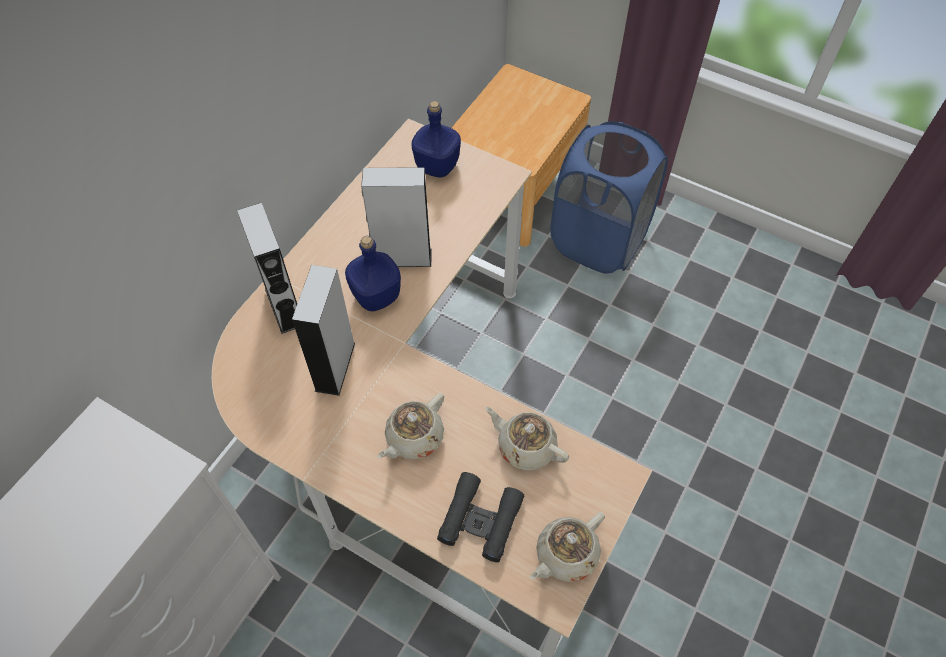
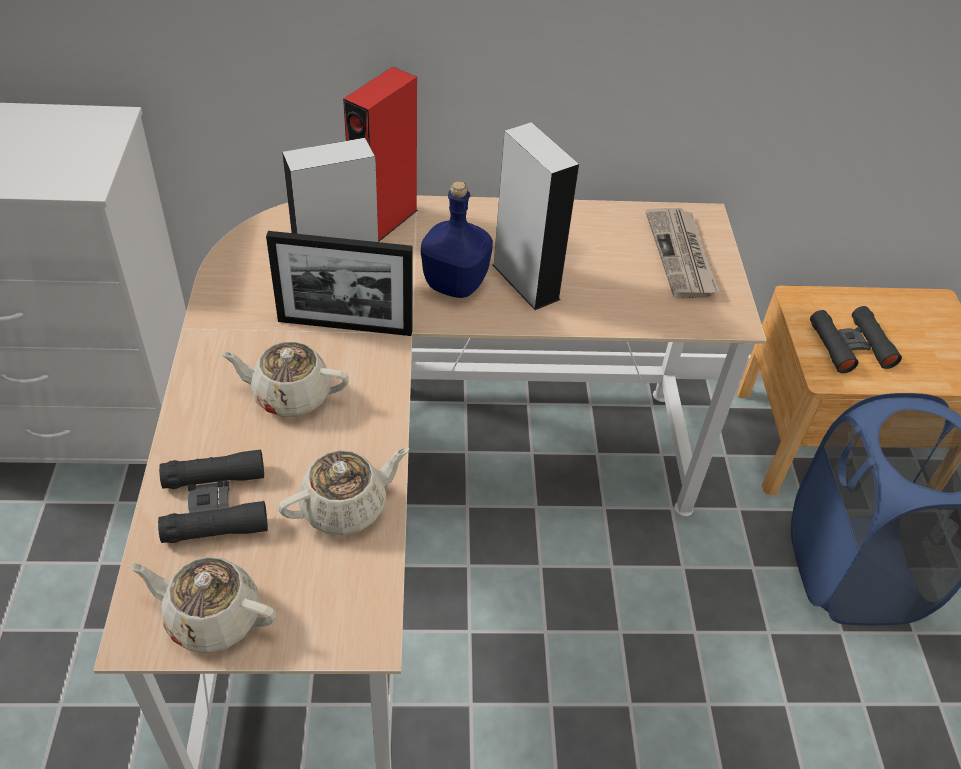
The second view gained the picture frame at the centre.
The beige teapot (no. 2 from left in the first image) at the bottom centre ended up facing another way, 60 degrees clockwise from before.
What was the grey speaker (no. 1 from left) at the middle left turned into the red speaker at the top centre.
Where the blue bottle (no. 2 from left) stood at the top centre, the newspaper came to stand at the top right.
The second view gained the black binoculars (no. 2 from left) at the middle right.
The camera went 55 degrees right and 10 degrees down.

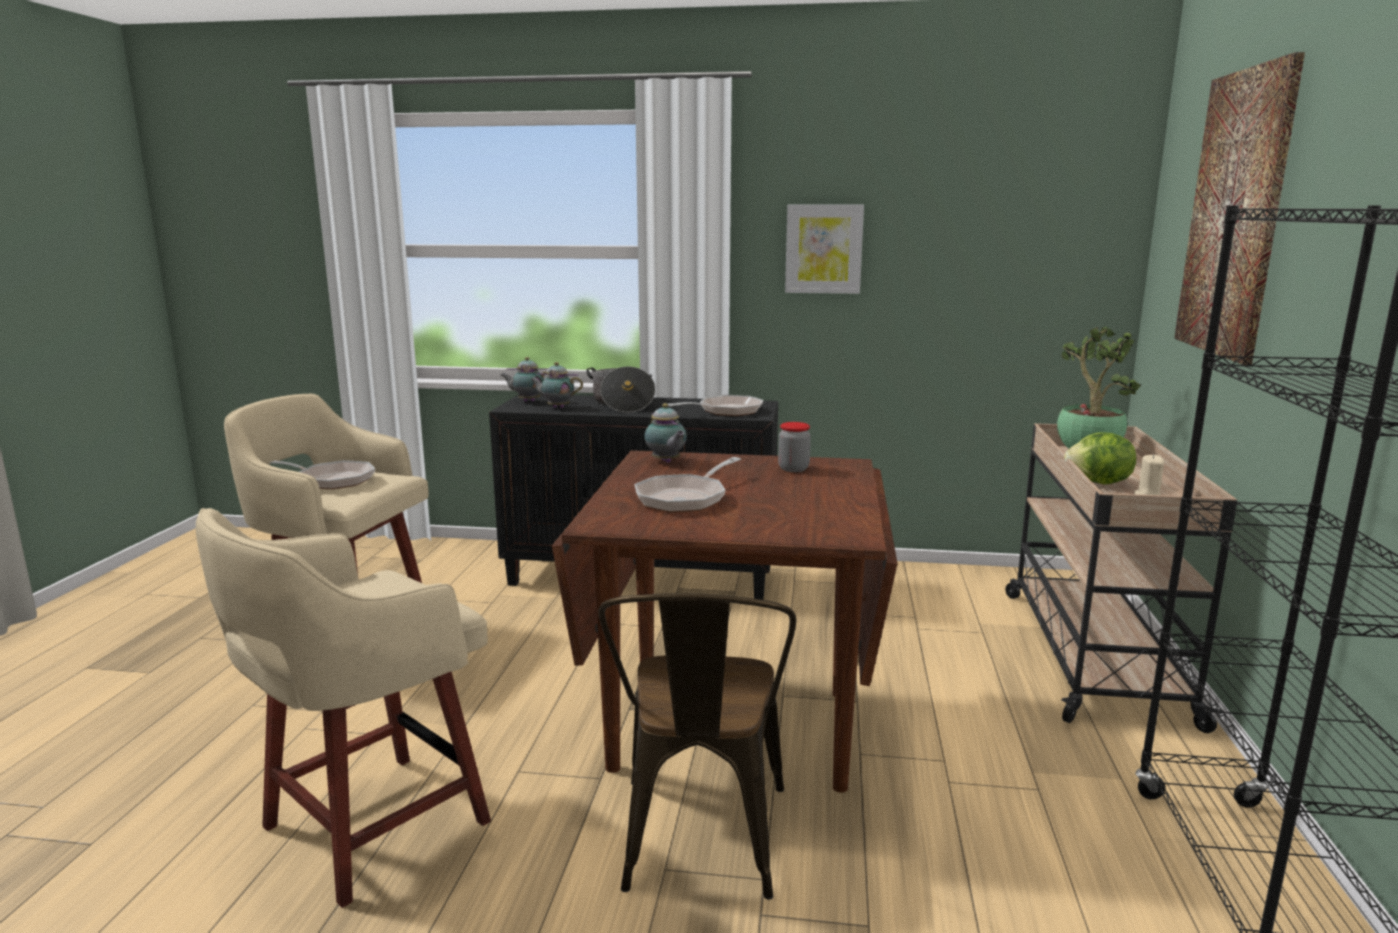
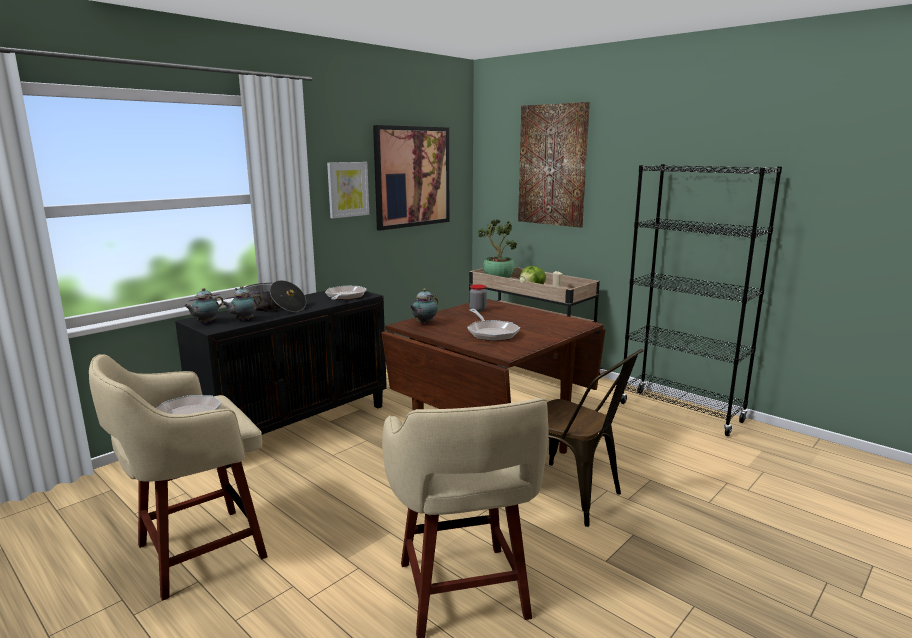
The second view gained the picture (no. 2 from left) at the top centre.
The teapot (no. 3 from left) at the centre ended up facing another way, 120 degrees clockwise from before.
The camera went 55 degrees left and 0 degrees up.

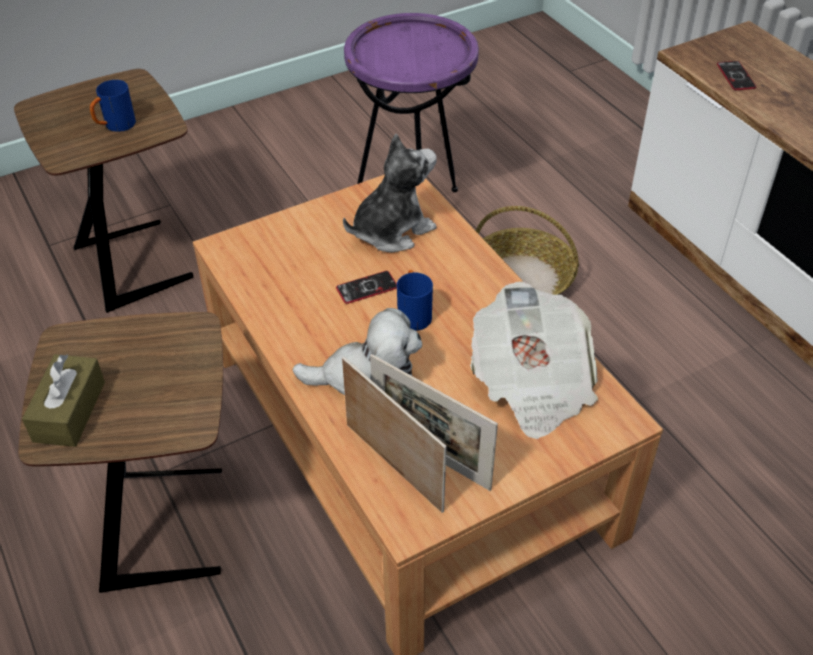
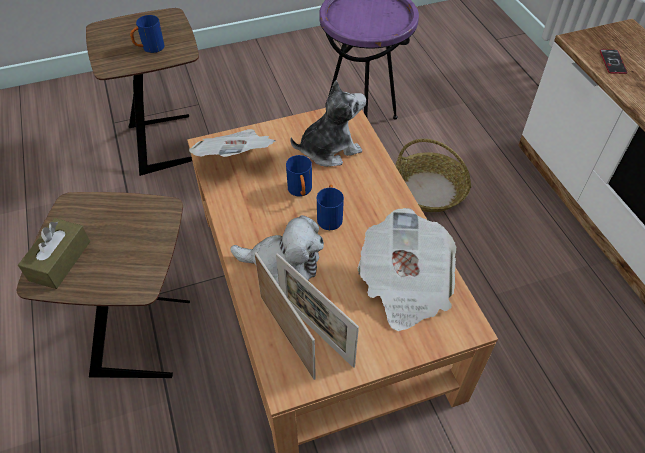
The second view gained the newspaper (no. 1 from left) at the top centre.
Where the phone (no. 1 from left) stood at the centre, the blue mug (no. 2 from left) came to stand at the centre.
The camera went 10 degrees right and 5 degrees up.

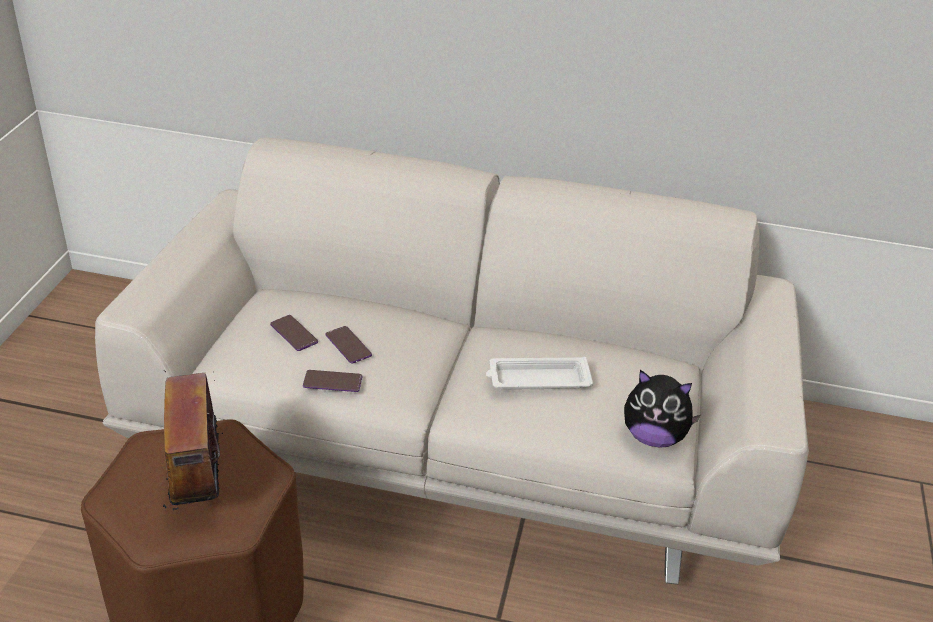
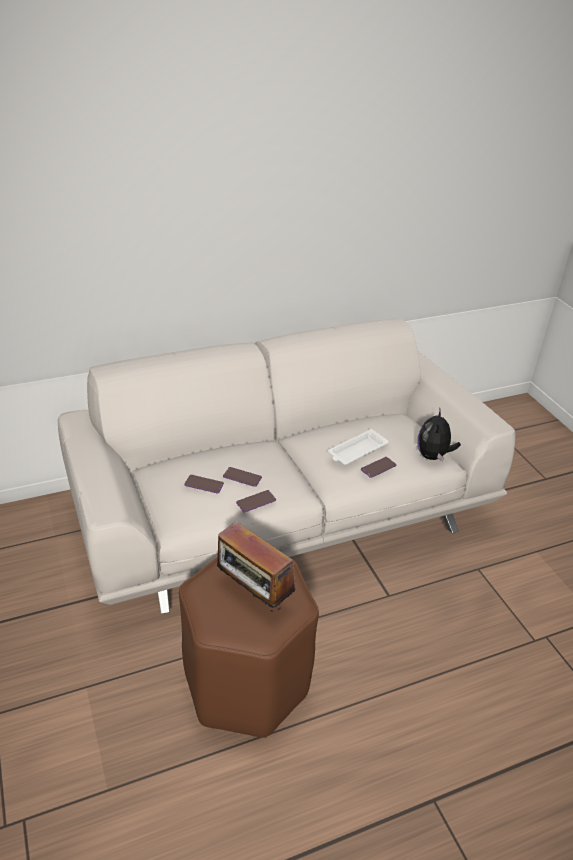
The second view gained the phone (no. 4 from left) at the centre.
The plush toy at the middle right ended up facing another way, 120 degrees clockwise from before.
The camera went 35 degrees left and 0 degrees up.

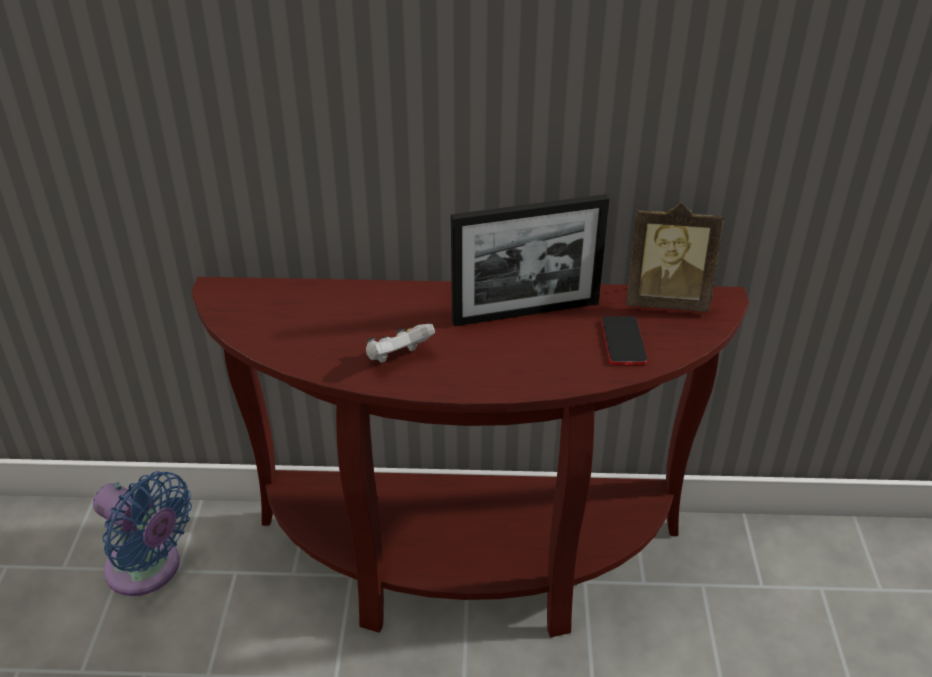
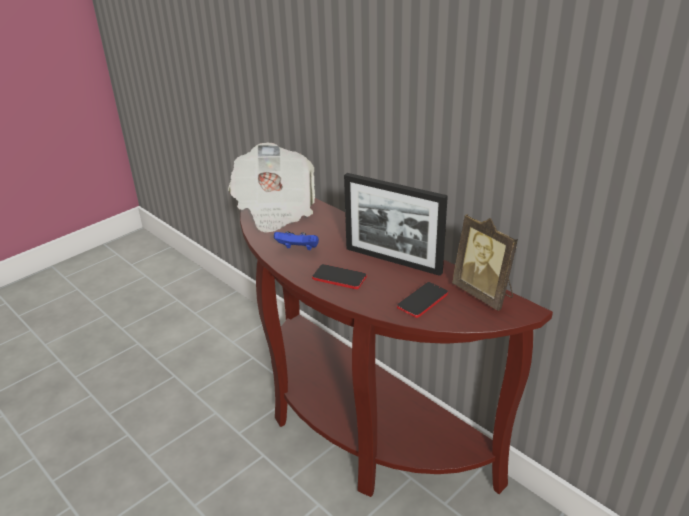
The second view gained the newspaper at the centre.
What was the white game controller at the centre turned into the blue game controller at the centre.
The second view gained the phone (no. 1 from left) at the centre.
The second view lost the blue fan at the bottom left.
The camera went 45 degrees right and 5 degrees down.

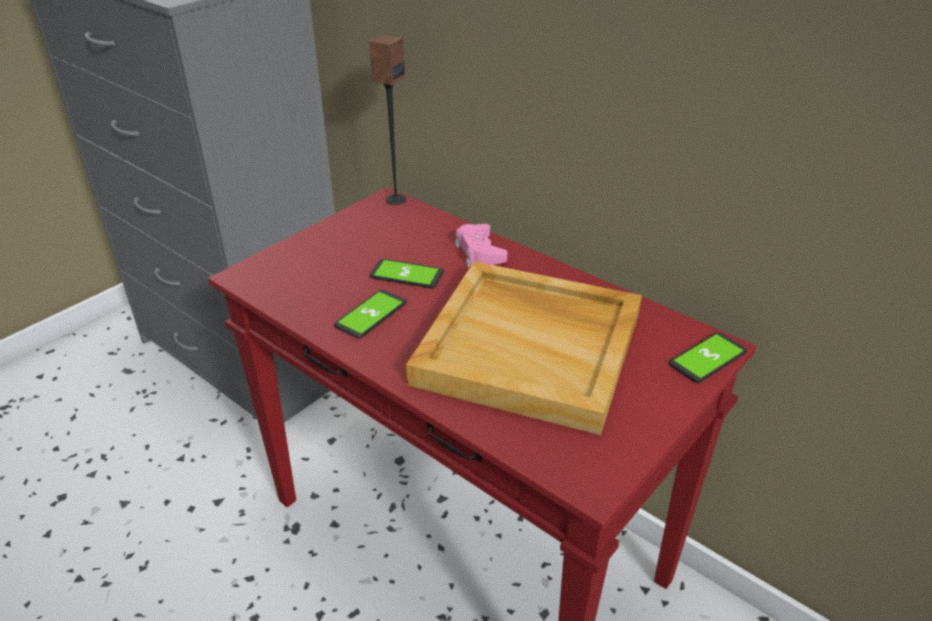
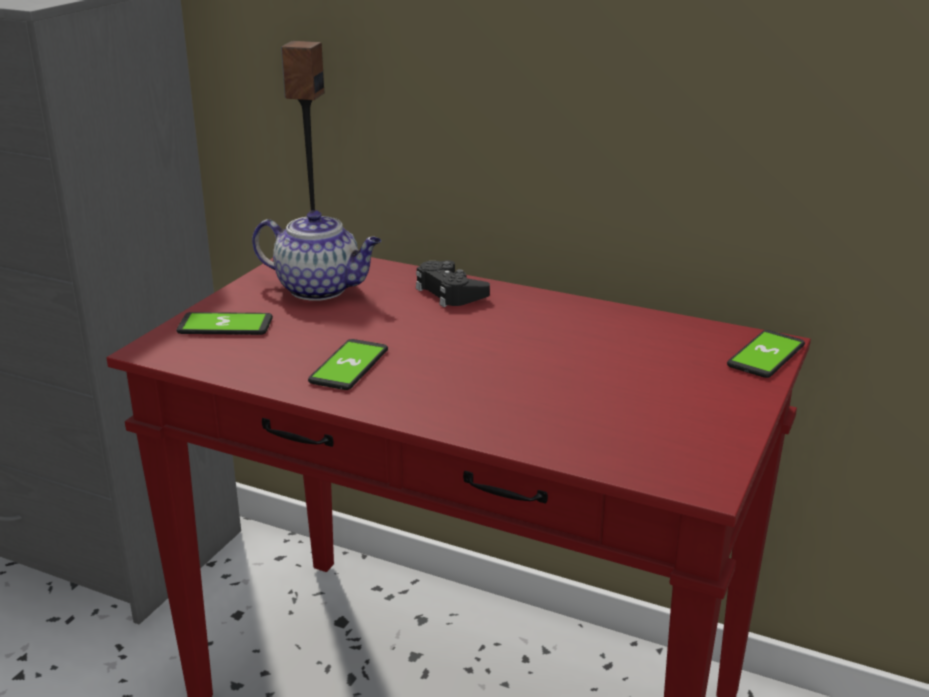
The phone (no. 2 from left in the first image) ended up elsewhere, having gone from the centre to the middle left.
The second view gained the teapot at the centre.
What was the pink game controller at the centre turned into the black game controller at the centre.
The second view lost the beige tray at the centre.
The camera went 15 degrees left and 10 degrees down.

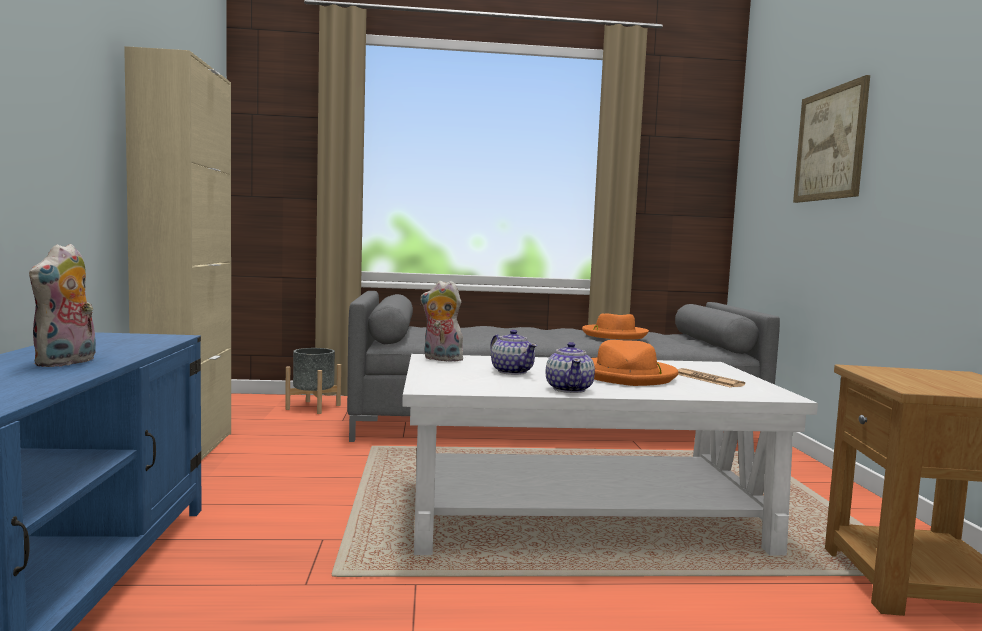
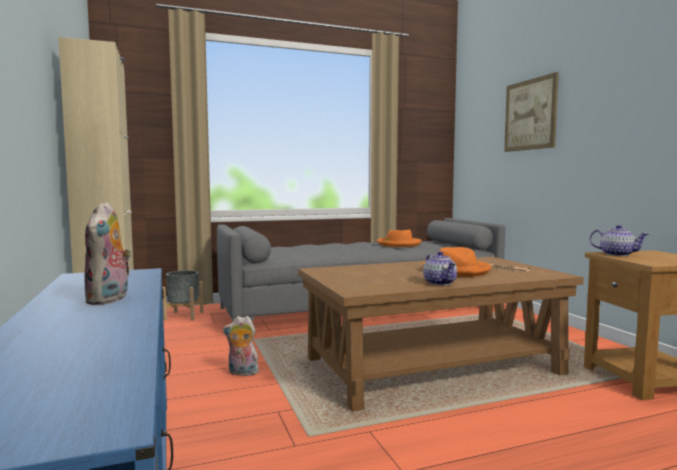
The plush toy (no. 2 from left) ended up elsewhere, having gone from the centre to the bottom centre.
What was the white coffee table at the bottom centre turned into the brown coffee table at the bottom centre.
The teapot (no. 1 from left in the first image) ended up elsewhere, having gone from the centre to the middle right.
The camera went 15 degrees left and 0 degrees up.

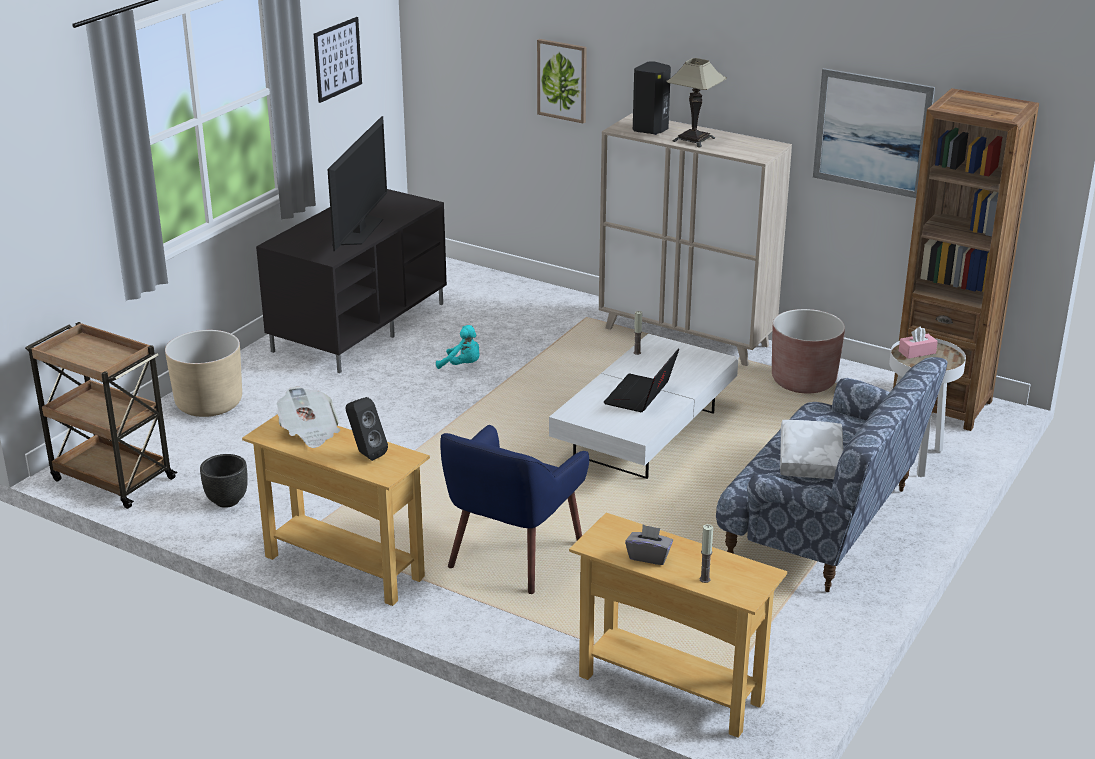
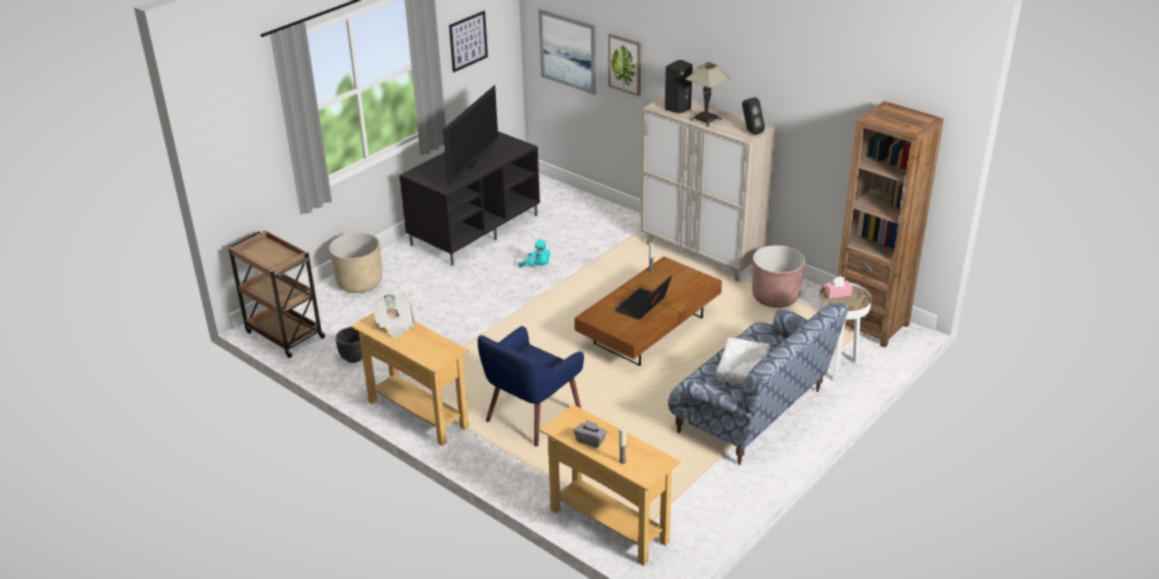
The picture (no. 3 from left in the first image) ended up elsewhere, having gone from the top right to the top centre.
What was the white coffee table at the centre turned into the brown coffee table at the centre.
The black speaker (no. 1 from left in the first image) ended up elsewhere, having gone from the centre to the top centre.
The camera went 10 degrees right and 5 degrees up.

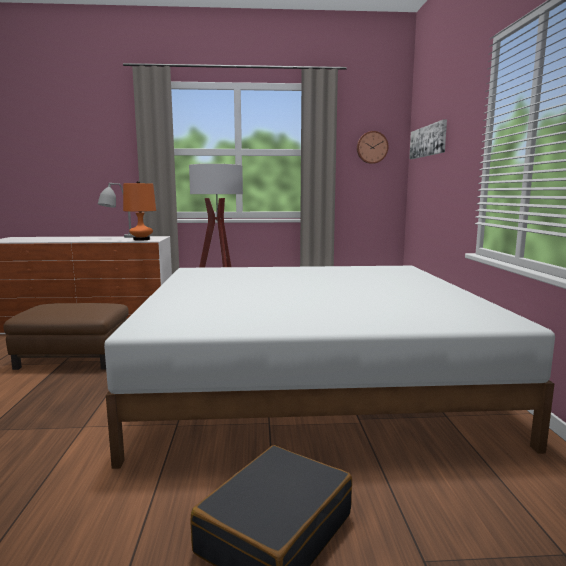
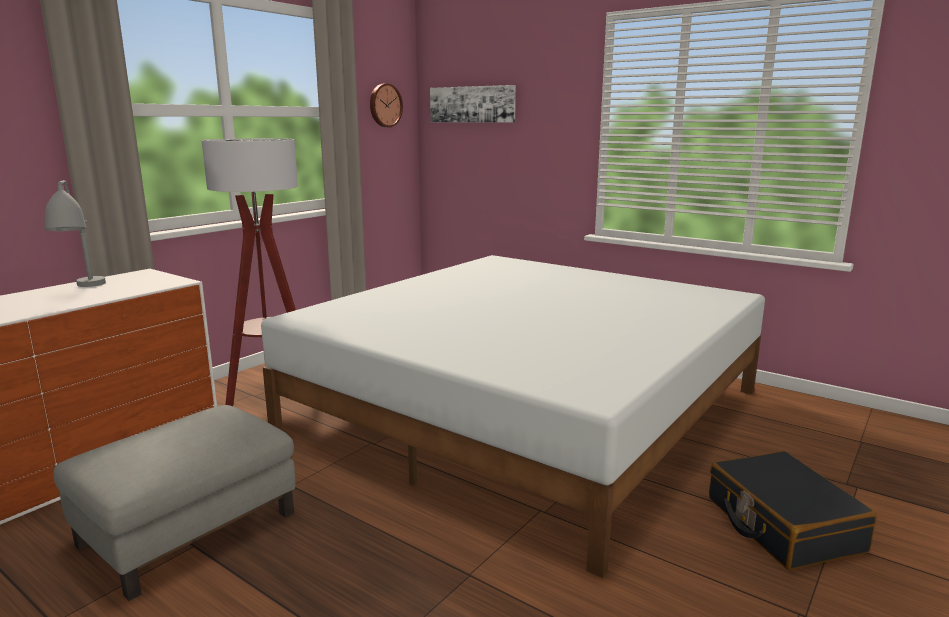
What was the brown ottoman at the middle left turned into the grey ottoman at the bottom left.
The second view lost the orange table lamp at the middle left.
The camera went 50 degrees left and 5 degrees up.

